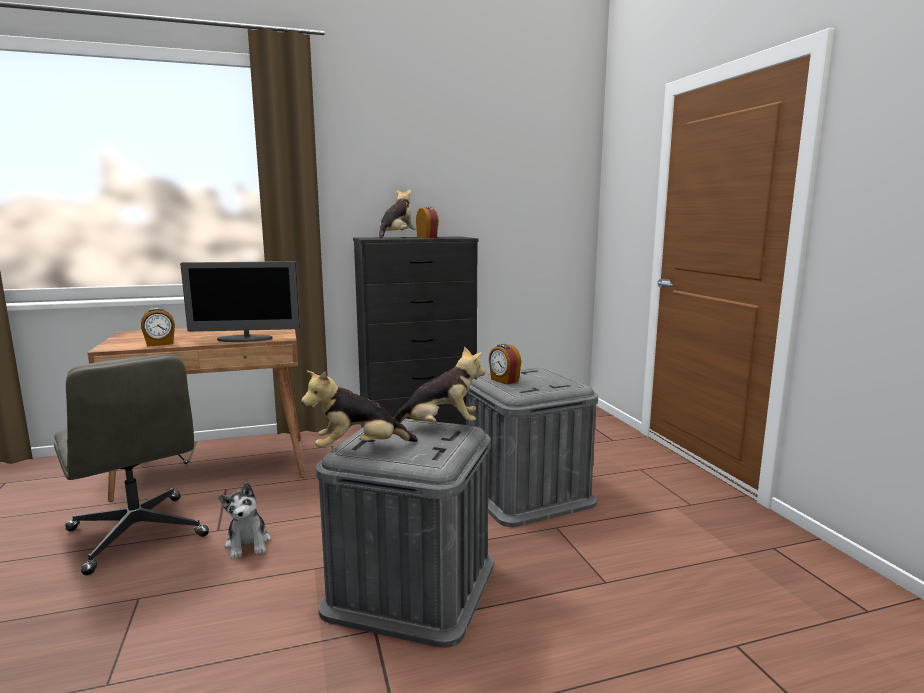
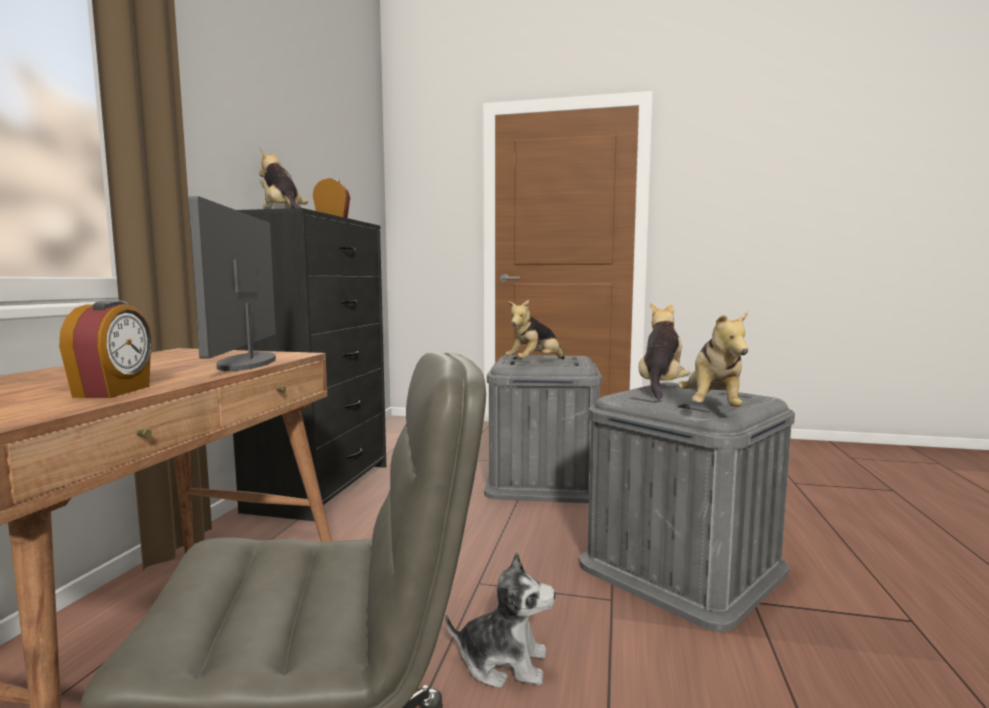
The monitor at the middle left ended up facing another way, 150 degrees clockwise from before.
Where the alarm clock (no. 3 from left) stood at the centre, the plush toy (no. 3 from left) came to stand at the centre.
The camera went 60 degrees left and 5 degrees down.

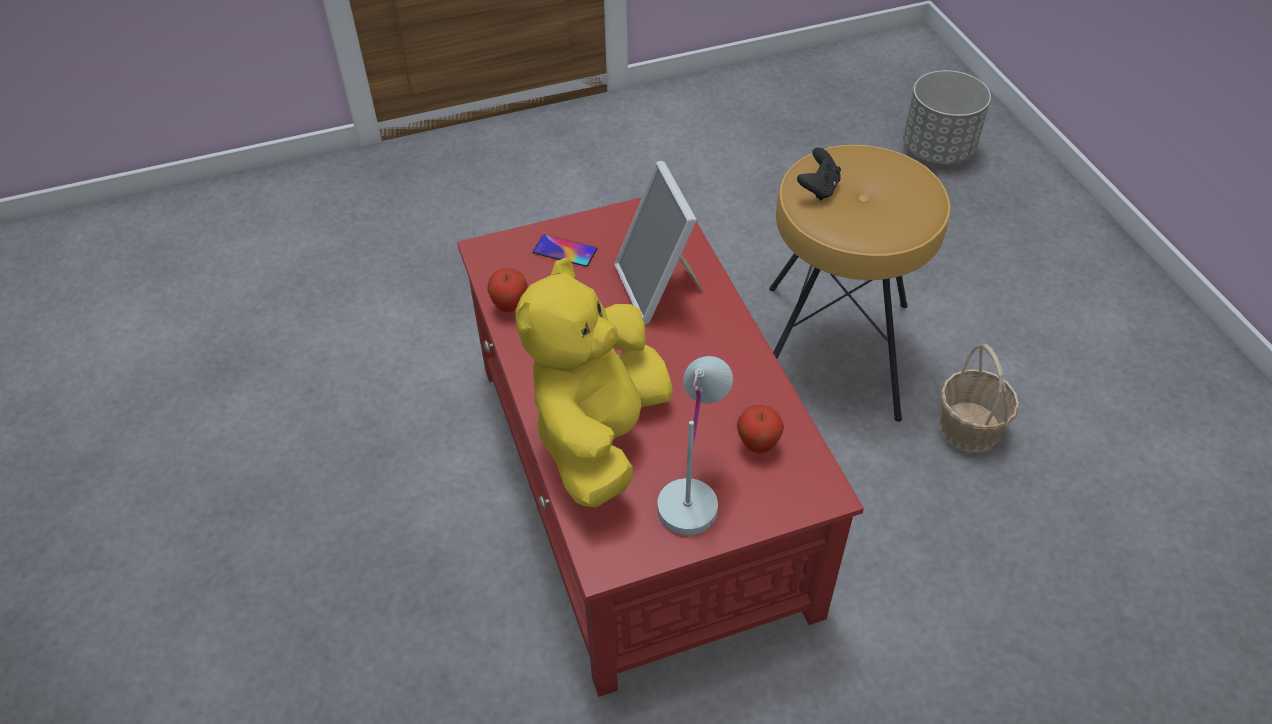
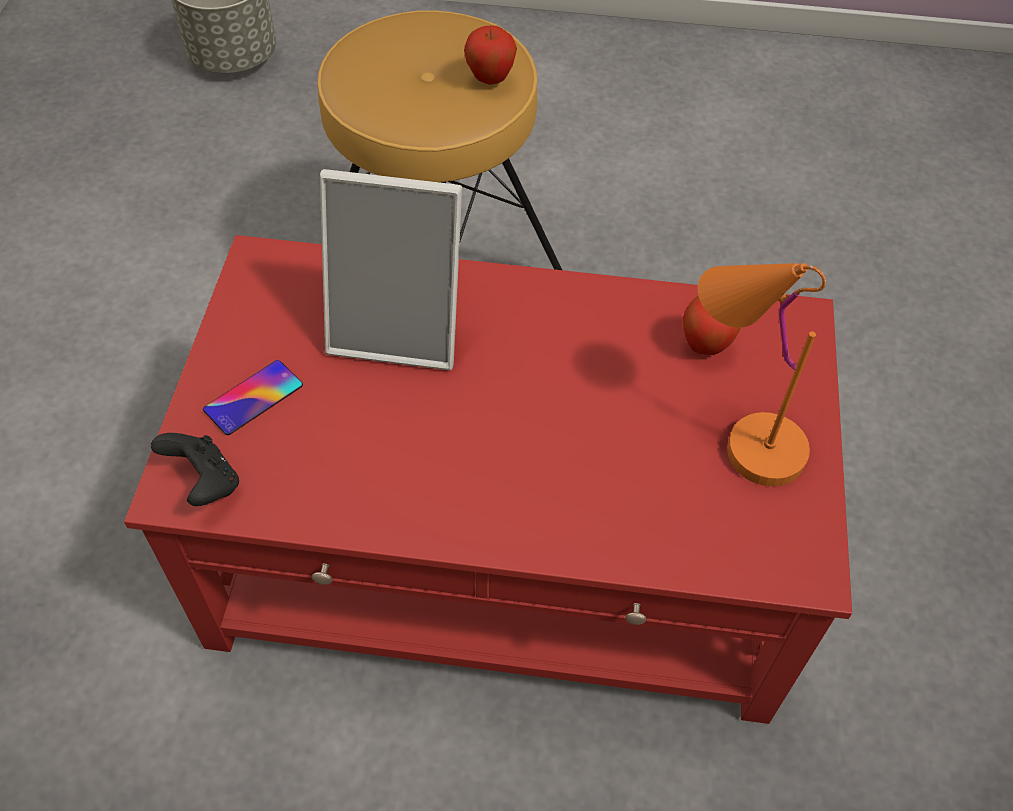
The black game controller ended up elsewhere, having gone from the top centre to the middle left.
The apple (no. 1 from left) ended up elsewhere, having gone from the centre to the top centre.
What was the white table lamp at the centre turned into the orange table lamp at the middle right.
The second view lost the yellow plush toy at the centre.
The second view lost the basket at the middle right.
The camera went 65 degrees left and 5 degrees up.

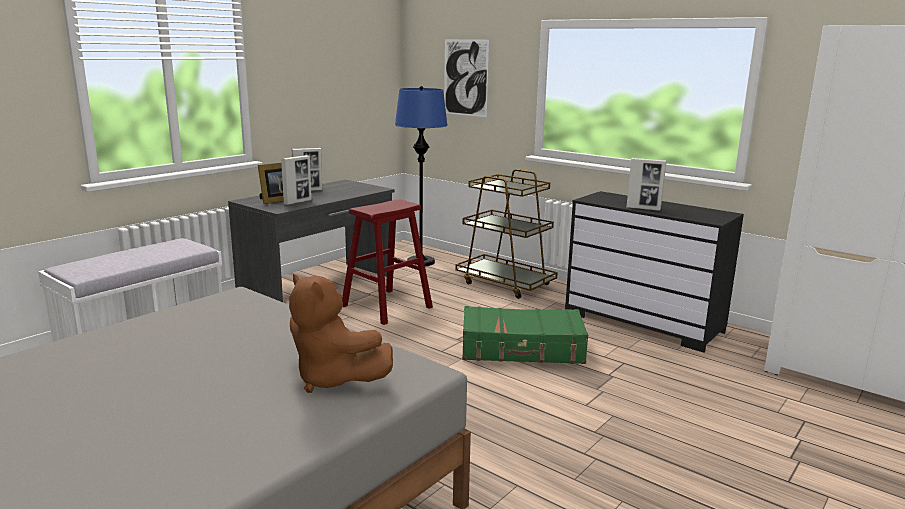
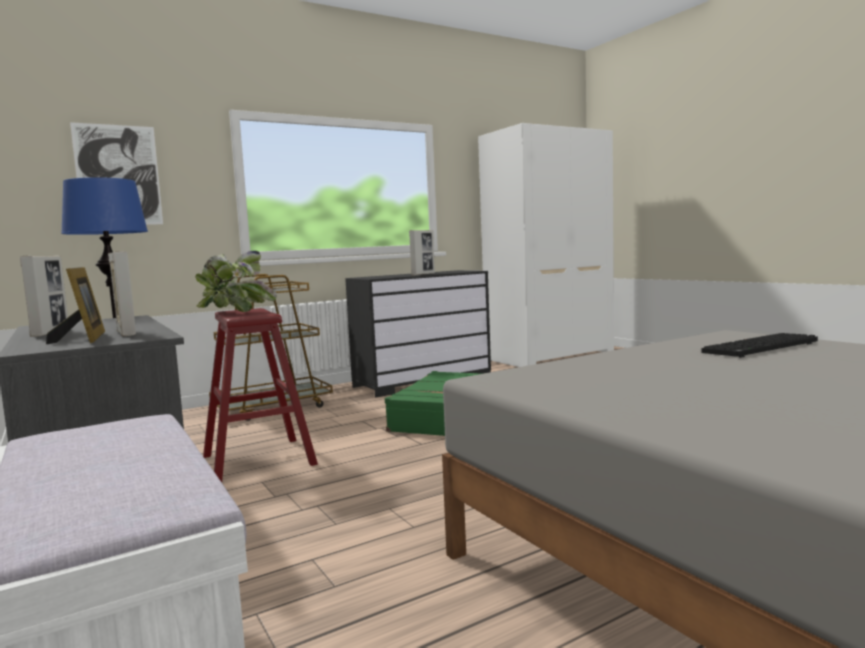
The second view gained the potted plant at the middle left.
Where the brown plush toy stood at the centre, the keyboard came to stand at the middle right.
The camera went 70 degrees left and 10 degrees down.

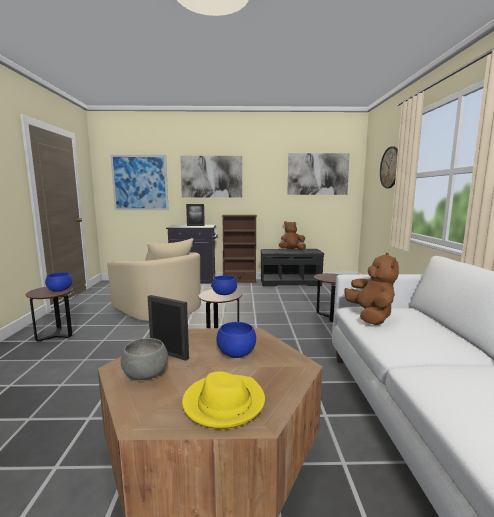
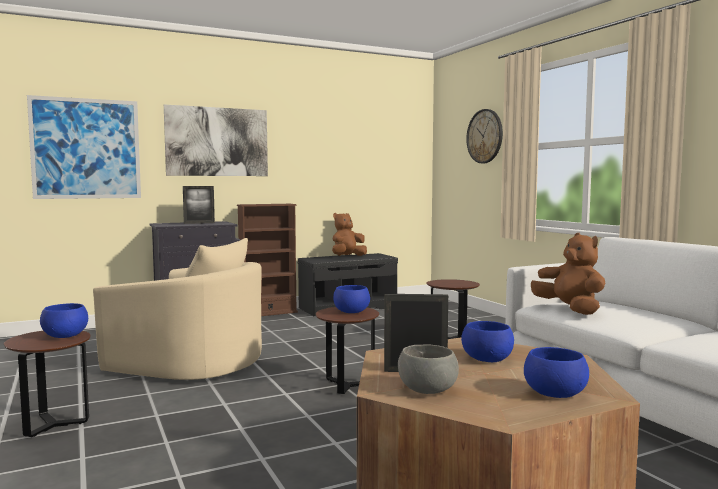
Where the yellow hat stood at the bottom centre, the blue bowl (no. 4 from left) came to stand at the bottom right.
The second view lost the picture (no. 3 from left) at the centre.
The camera went 25 degrees left and 5 degrees down.

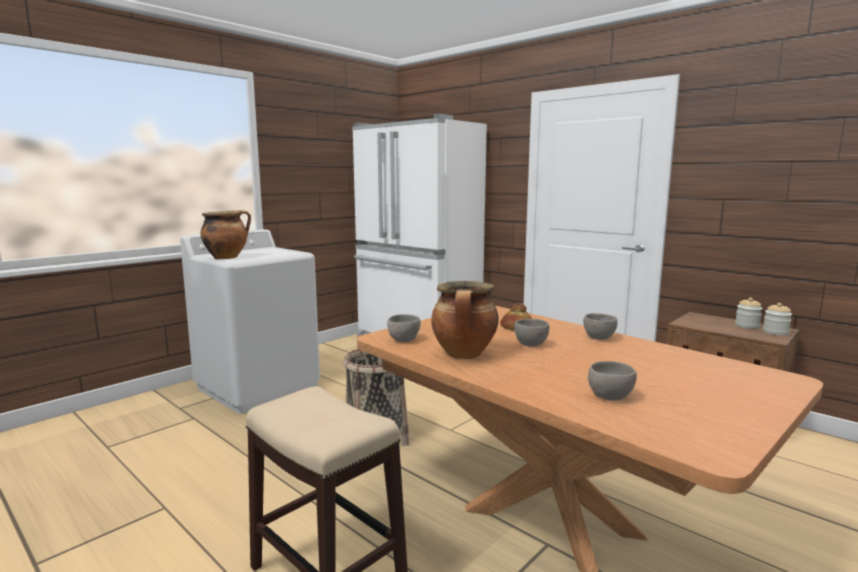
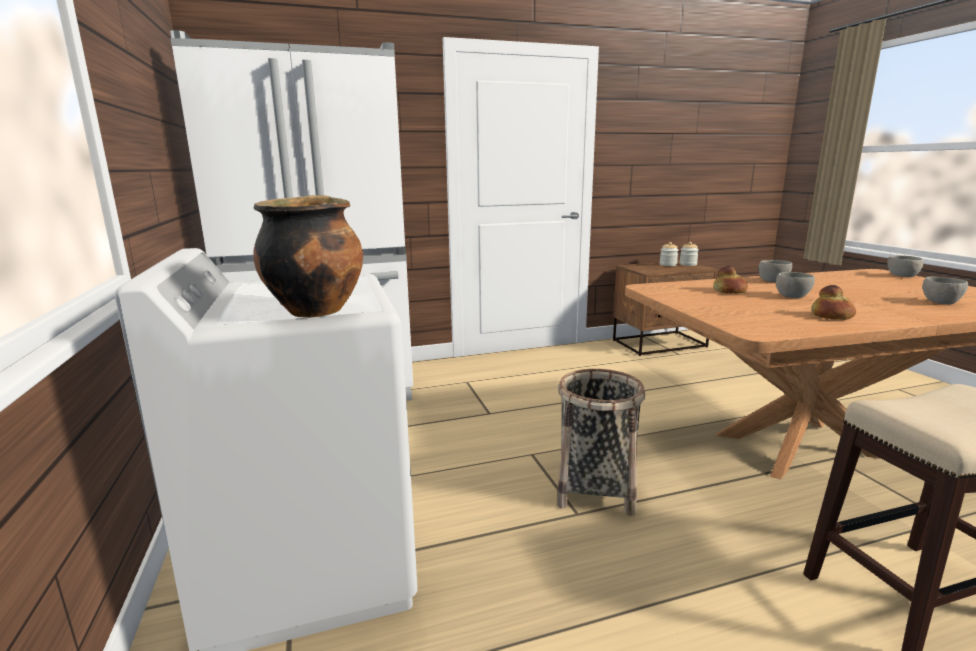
Where the cooking pot (no. 2 from left) stood at the centre, the bread (no. 2 from left) came to stand at the middle right.
The grey bowl (no. 1 from left in the first image) ended up elsewhere, having gone from the centre to the middle right.
The camera went 60 degrees left and 5 degrees up.

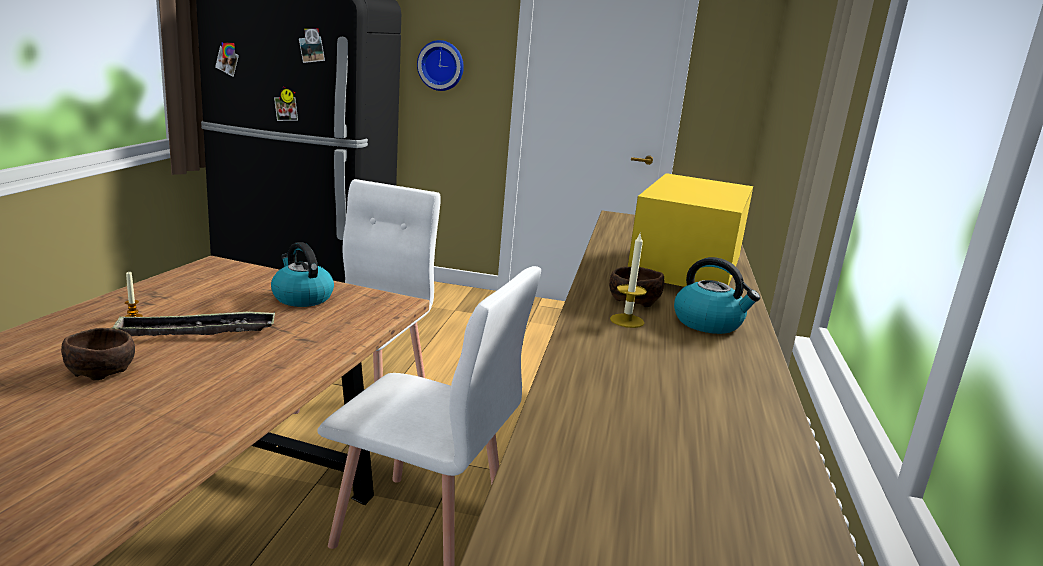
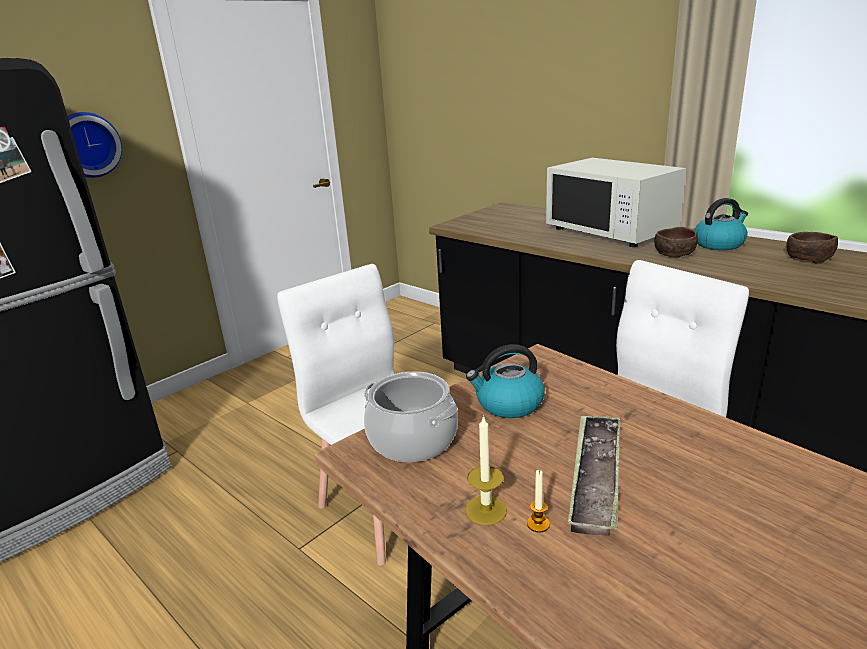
The second view gained the cooking pot at the centre.
The candle (no. 2 from left in the first image) ended up elsewhere, having gone from the centre to the bottom centre.
What was the yellow microwave at the centre turned into the white microwave at the top right.
The brown bowl (no. 1 from left in the first image) ended up elsewhere, having gone from the middle left to the middle right.
The camera went 55 degrees left and 5 degrees up.

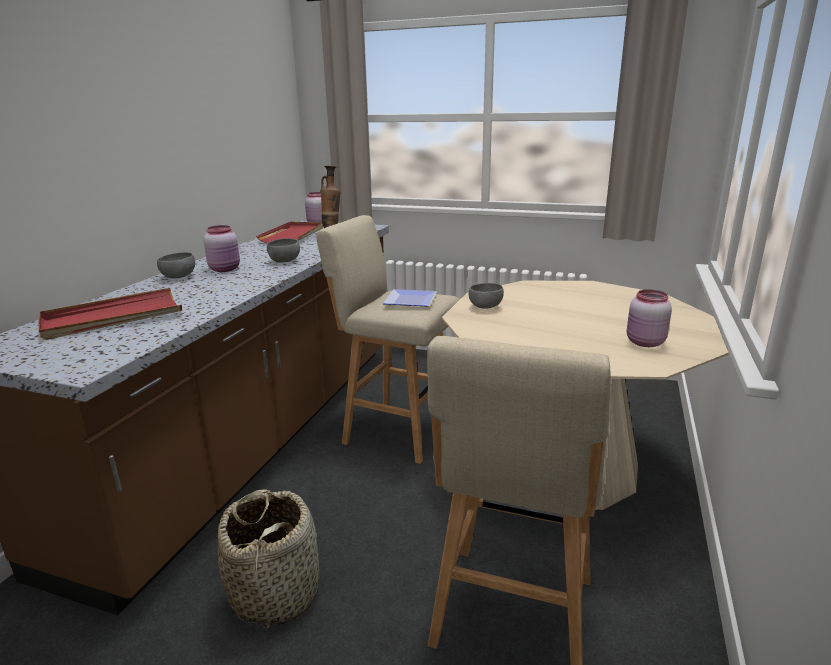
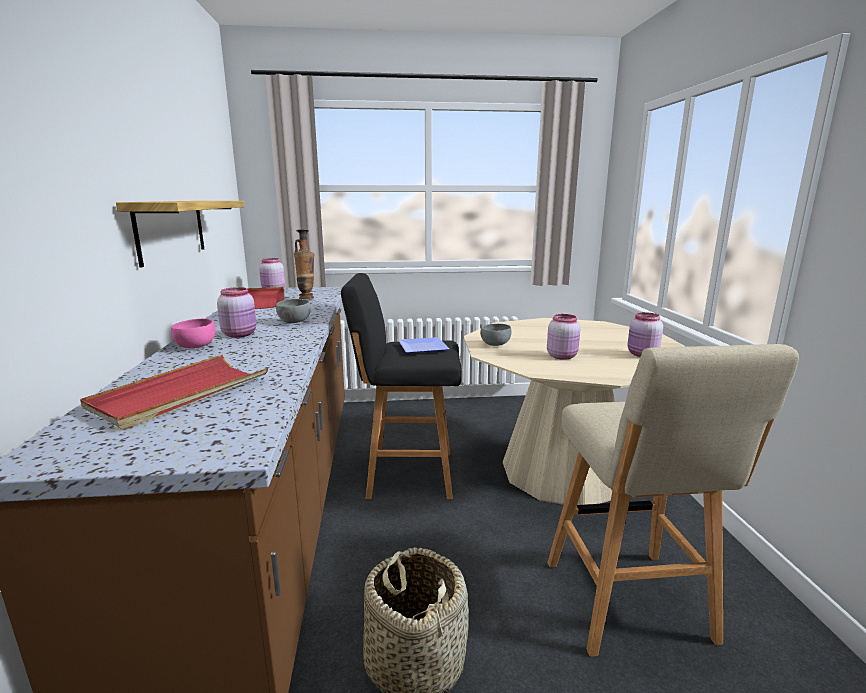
The second view gained the shelf at the middle left.
What was the grey bowl (no. 1 from left) at the middle left turned into the pink bowl at the middle left.
What was the beige stool (no. 1 from left) at the centre turned into the black stool at the centre.
The second view gained the pink jar (no. 3 from left) at the centre.
The camera went 25 degrees left and 5 degrees down.

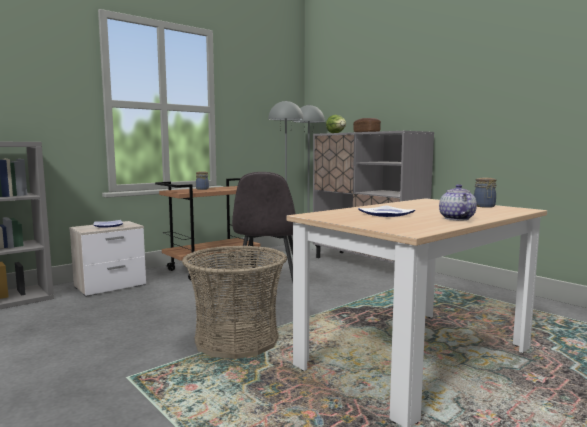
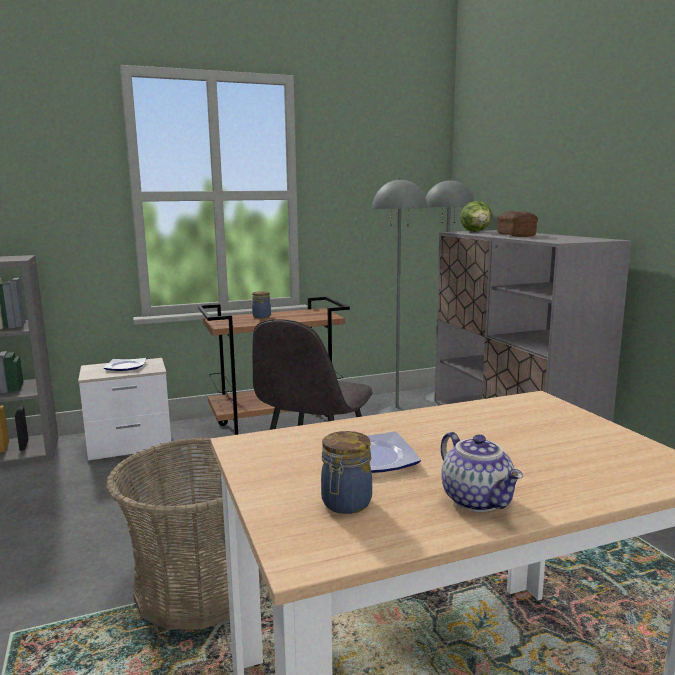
The jar (no. 2 from left) ended up elsewhere, having gone from the middle right to the bottom centre.
The teapot at the middle right ended up facing another way, 135 degrees clockwise from before.
The camera went 20 degrees right and 5 degrees up.

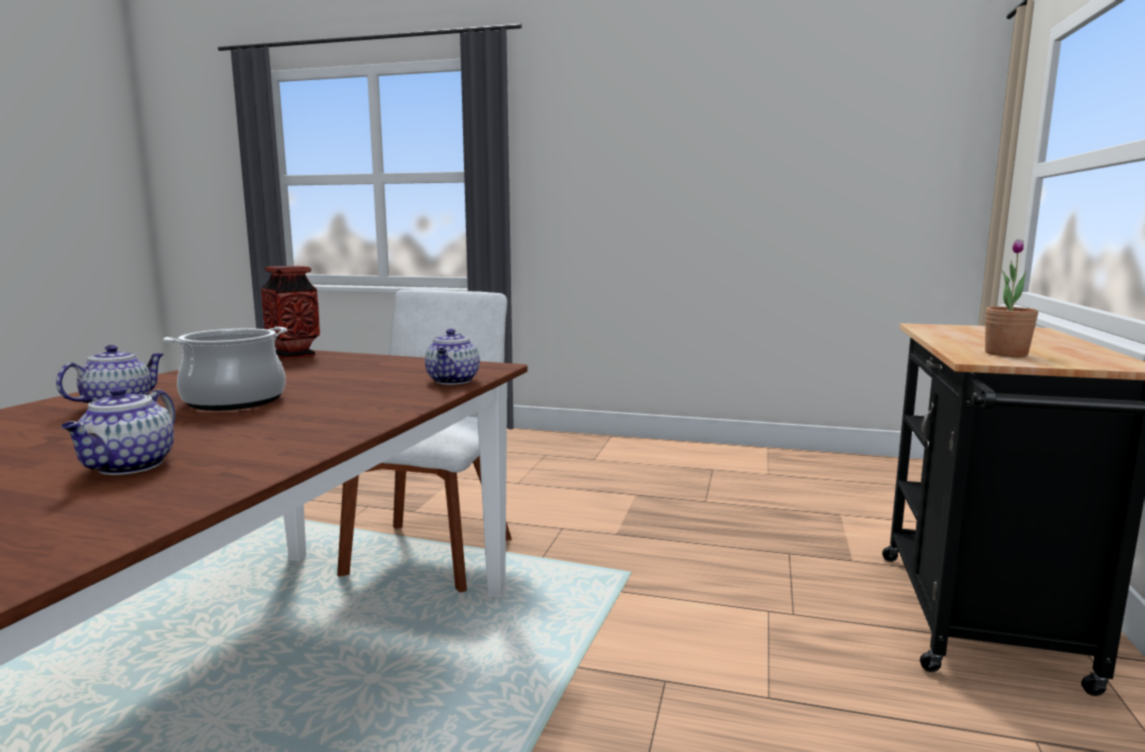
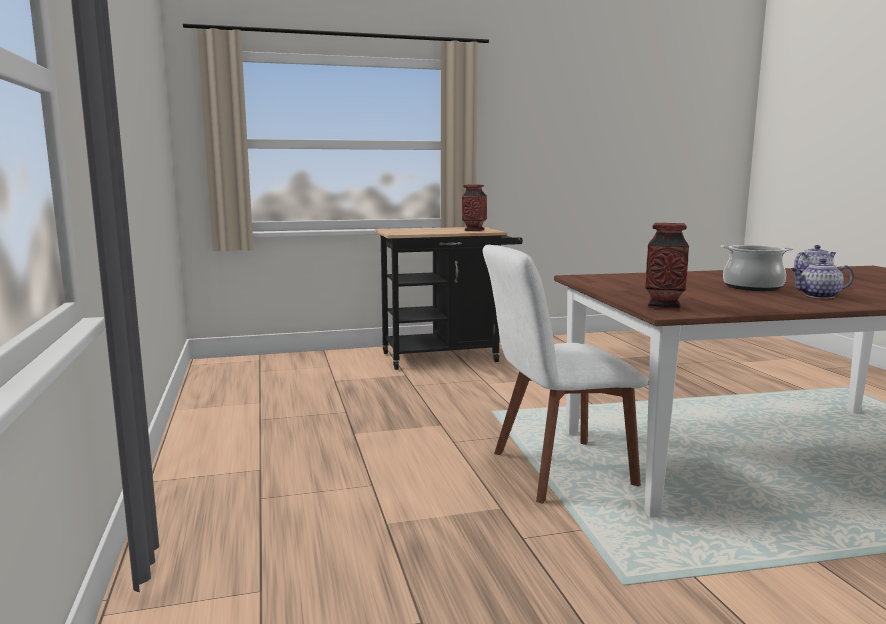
Where the potted plant stood at the middle right, the vase (no. 1 from left) came to stand at the centre.
The second view lost the teapot (no. 3 from left) at the centre.
The camera went 120 degrees left and 0 degrees up.

